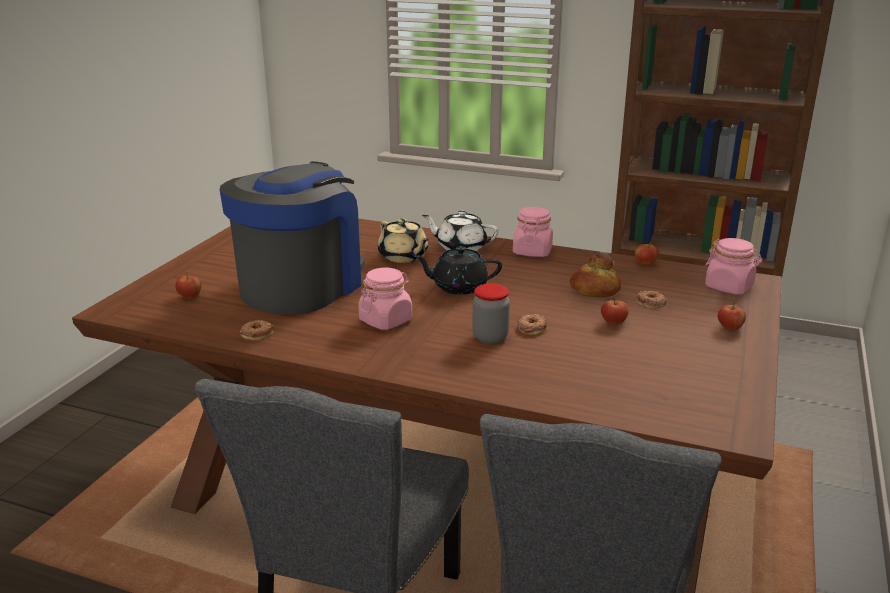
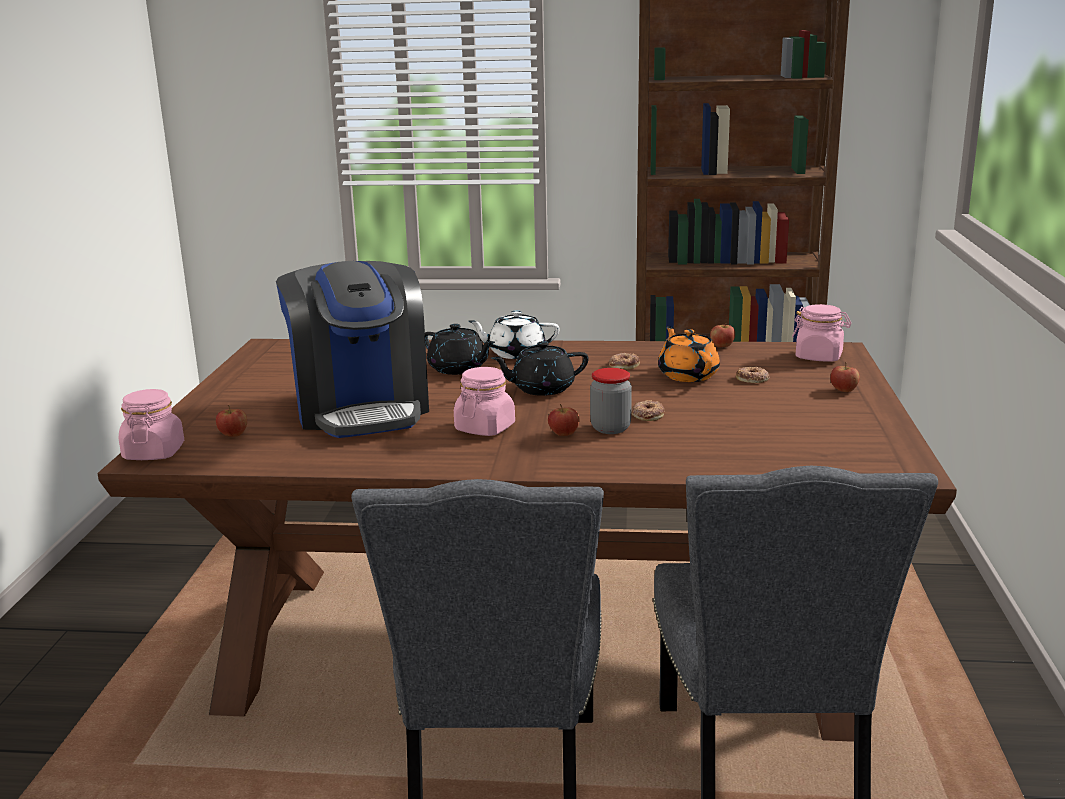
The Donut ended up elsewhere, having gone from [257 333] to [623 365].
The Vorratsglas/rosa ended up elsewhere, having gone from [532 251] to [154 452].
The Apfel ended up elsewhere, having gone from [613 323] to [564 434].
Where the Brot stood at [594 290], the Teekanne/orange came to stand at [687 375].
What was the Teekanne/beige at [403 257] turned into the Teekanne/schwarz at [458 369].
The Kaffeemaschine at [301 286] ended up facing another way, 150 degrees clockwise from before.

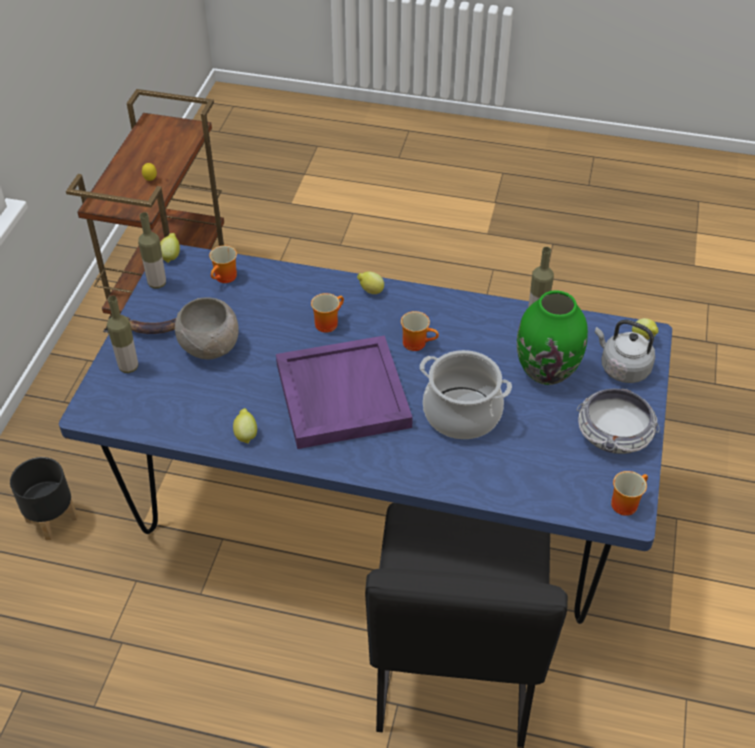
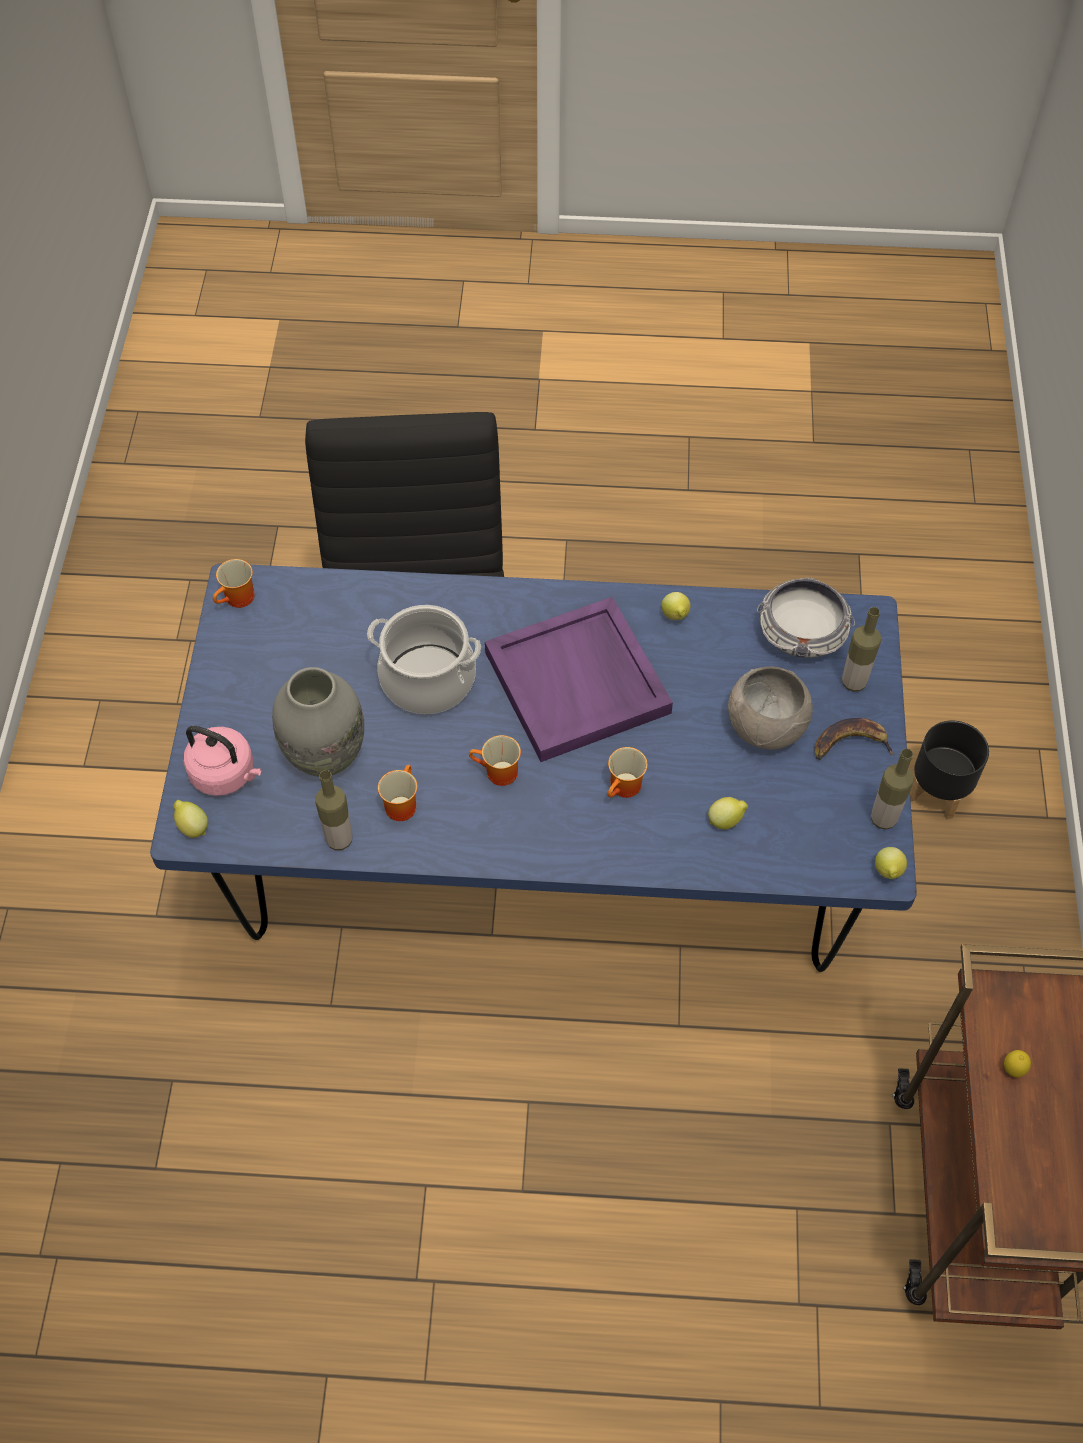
The Henkelbecher ended up elsewhere, having gone from [226 278] to [399 804].
The Zitrone ended up elsewhere, having gone from [370 291] to [726 821].
The Schüssel ended up elsewhere, having gone from [614 433] to [802 631].
What was the Vase/grün at [546 370] turned into the Vase/grau at [325 756].
What was the Wasserkessel/grau at [622 368] turned into the Wasserkessel/rosa at [226 774].

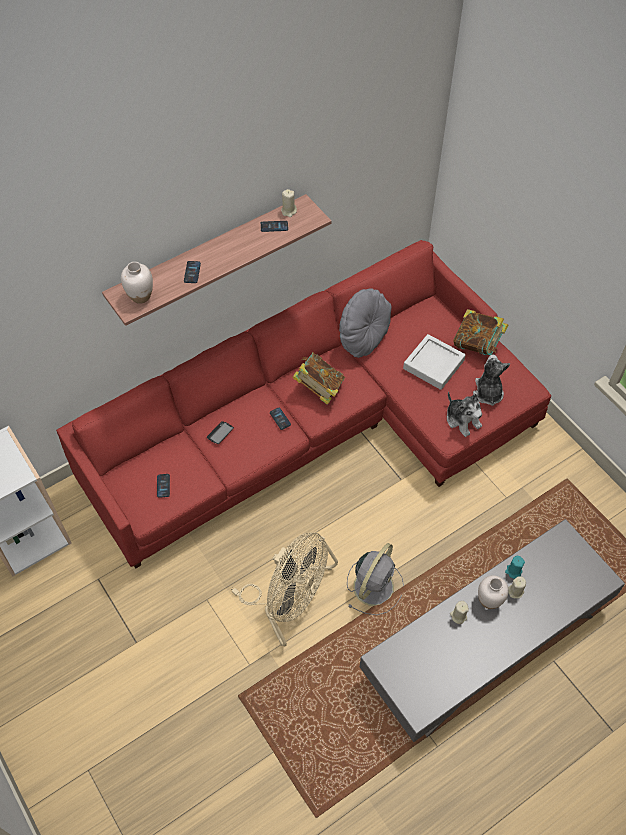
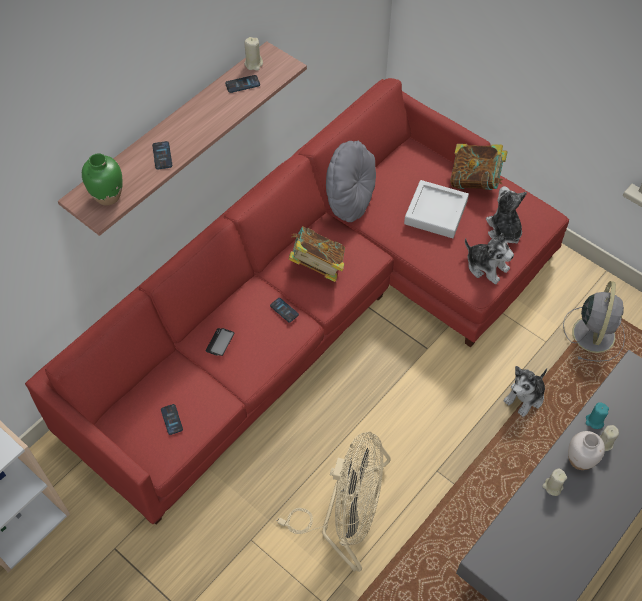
The second view gained the Plüschtier at [525 397].
The Ventilator/grau ended up elsewhere, having gone from [374 585] to [593 333].
What was the Vase/weiß at [140 296] turned into the Vase/grün at [108 196].

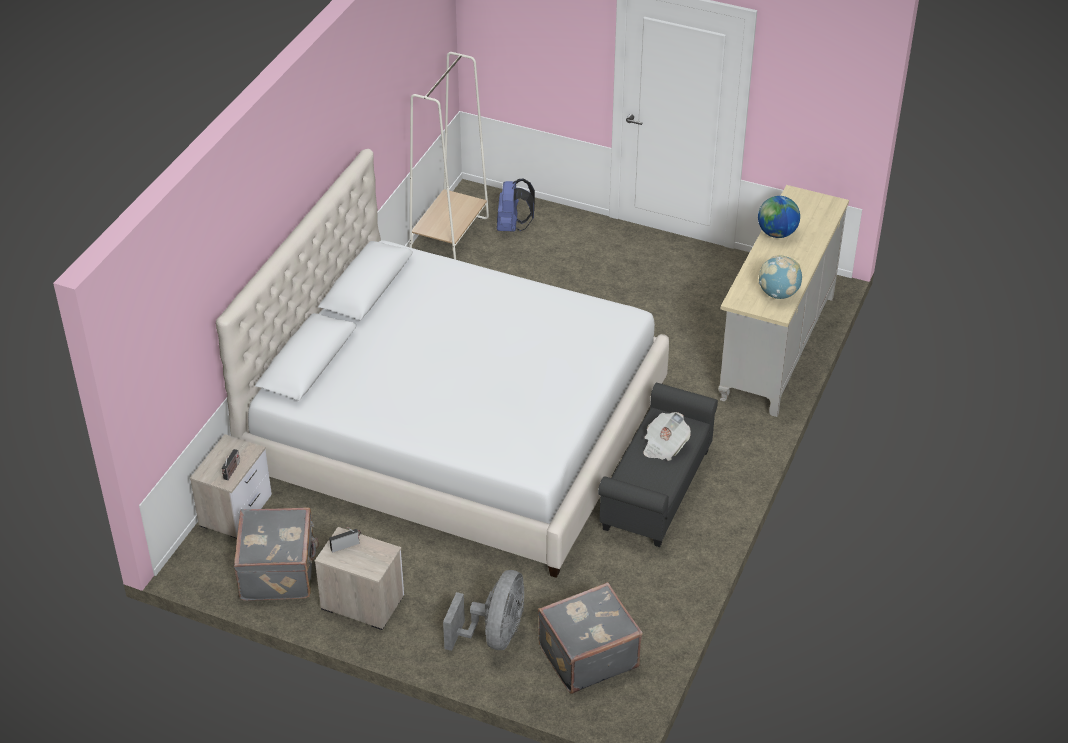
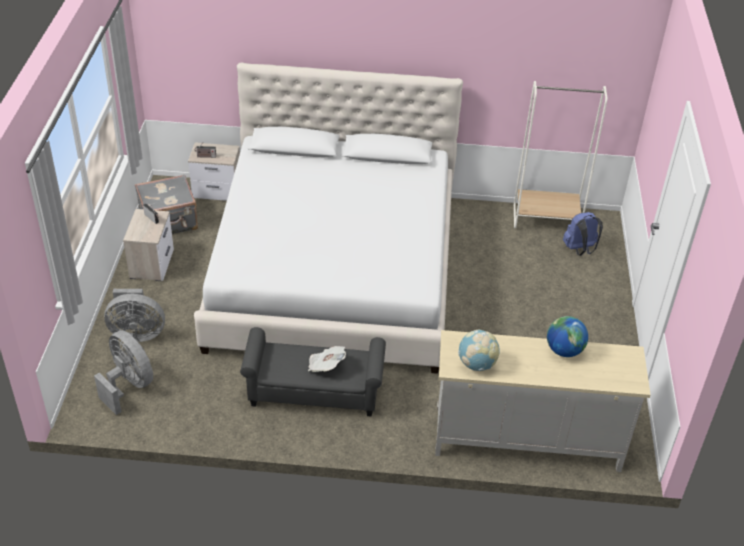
Where the Koffer/grau stood at [587 655], the Ventilator/grau came to stand at [129 385].

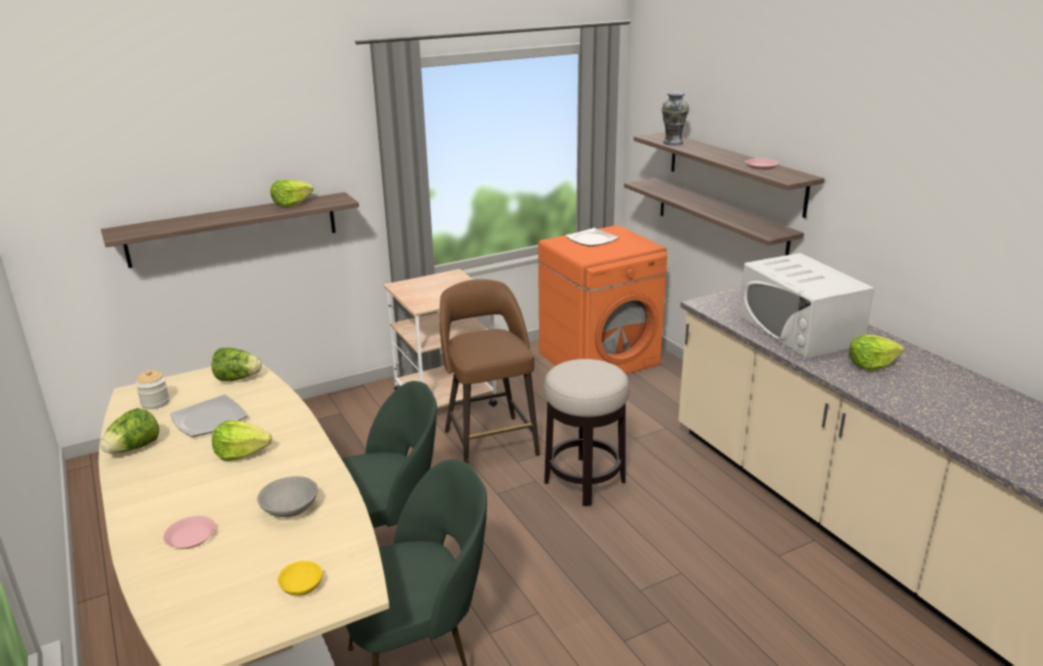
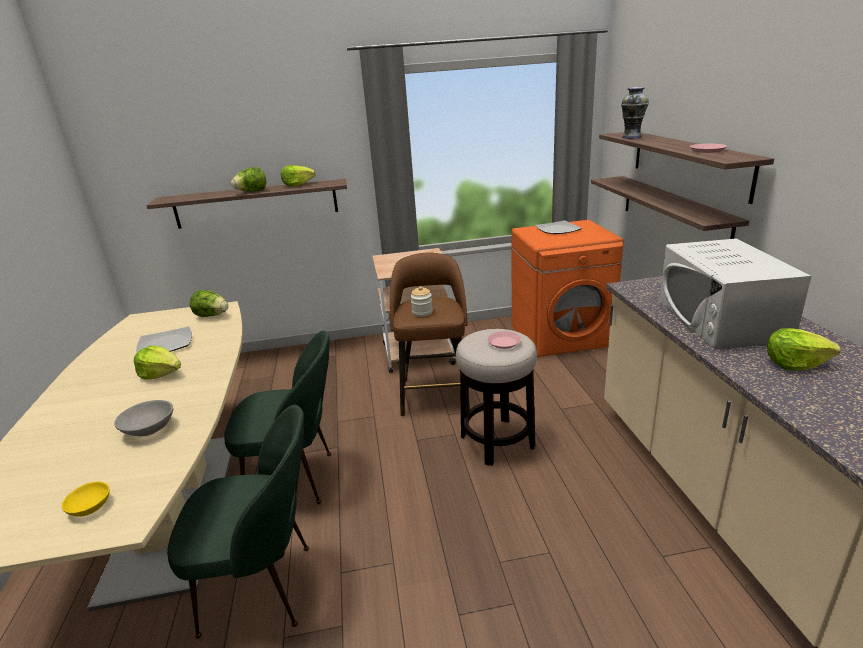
The Salatkopf ended up elsewhere, having gone from [134 448] to [252 192].
The Vorratsglas ended up elsewhere, having gone from [155 403] to [422 312].
The Teller/rosa ended up elsewhere, having gone from [190 536] to [504 342].

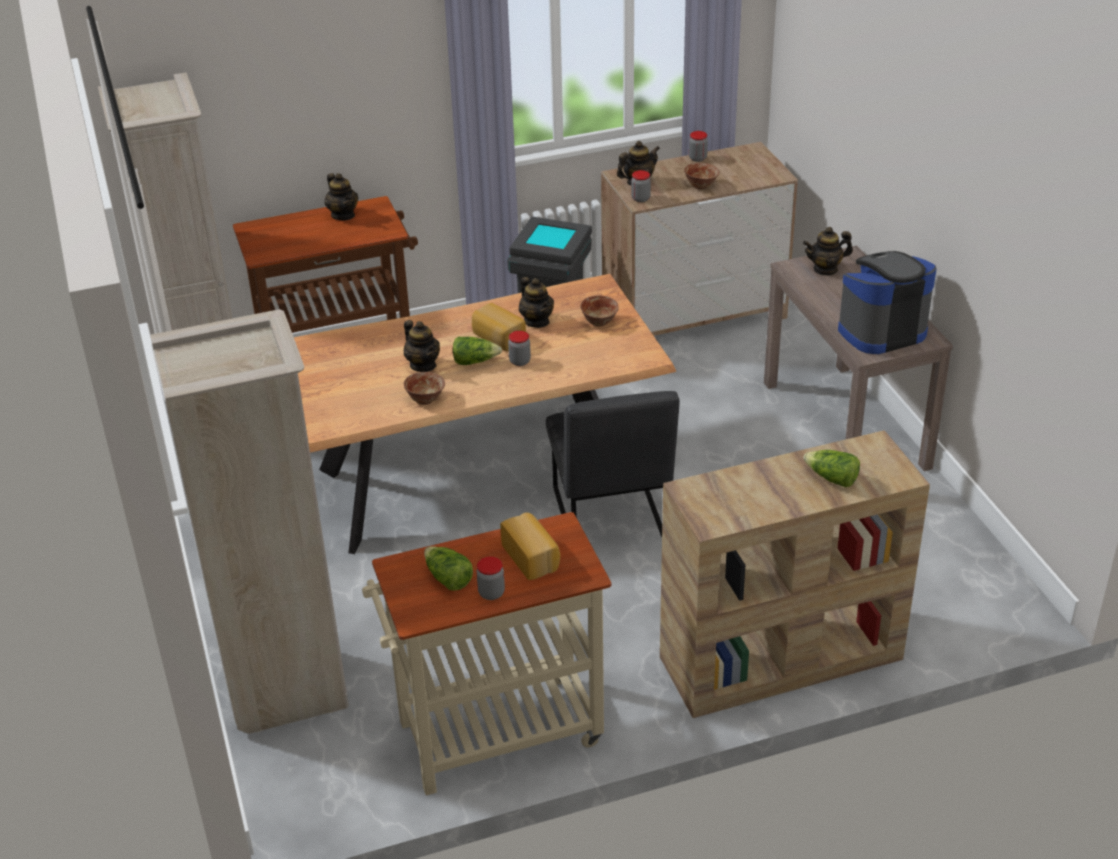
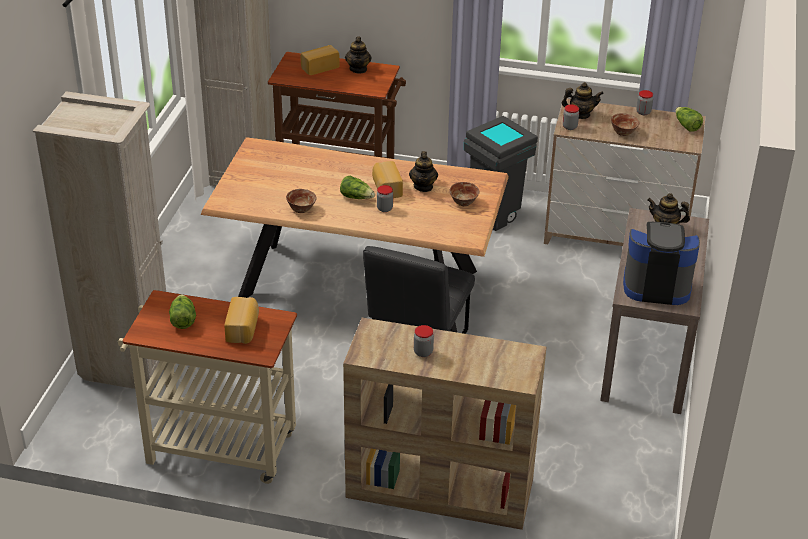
The second view lost the Teekanne at [423 365].
The second view gained the Brot at [319 67].
The Vorratsglas ended up elsewhere, having gone from [491 593] to [423 352].
The Salatkopf ended up elsewhere, having gone from [832 478] to [686 126].

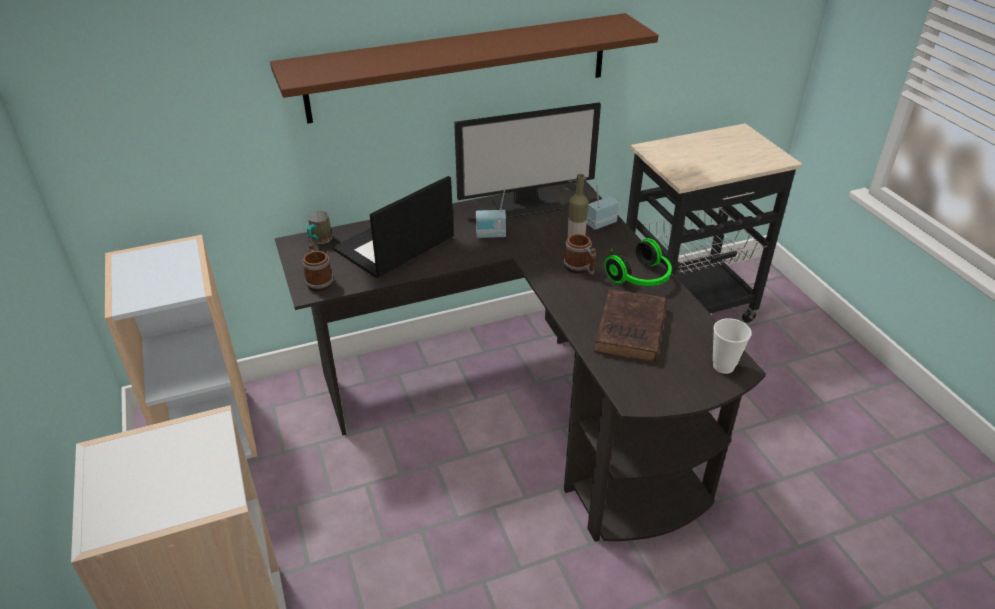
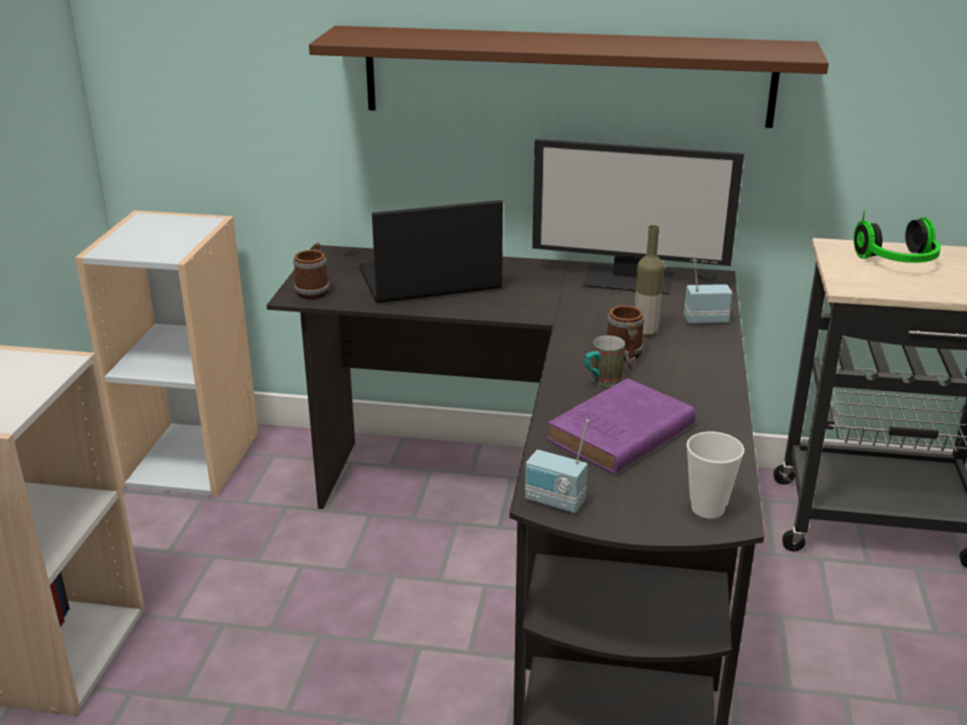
The Henkelbecher ended up elsewhere, having gone from [319 241] to [601 380].
The Radio ended up elsewhere, having gone from [491 235] to [554 502].
The Kopfhörer ended up elsewhere, having gone from [641 278] to [898 262].
What was the Buch/braun at [630 332] turned into the Buch/lila at [618 435].

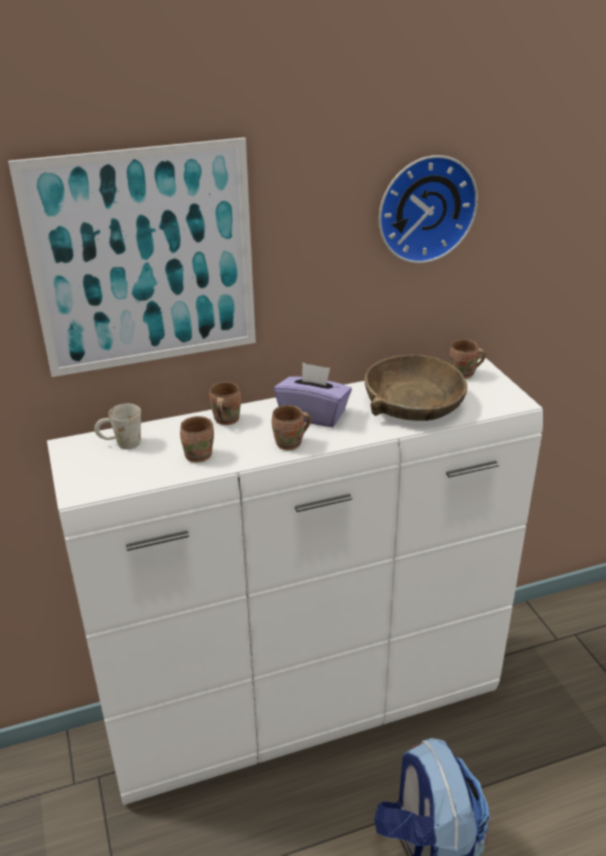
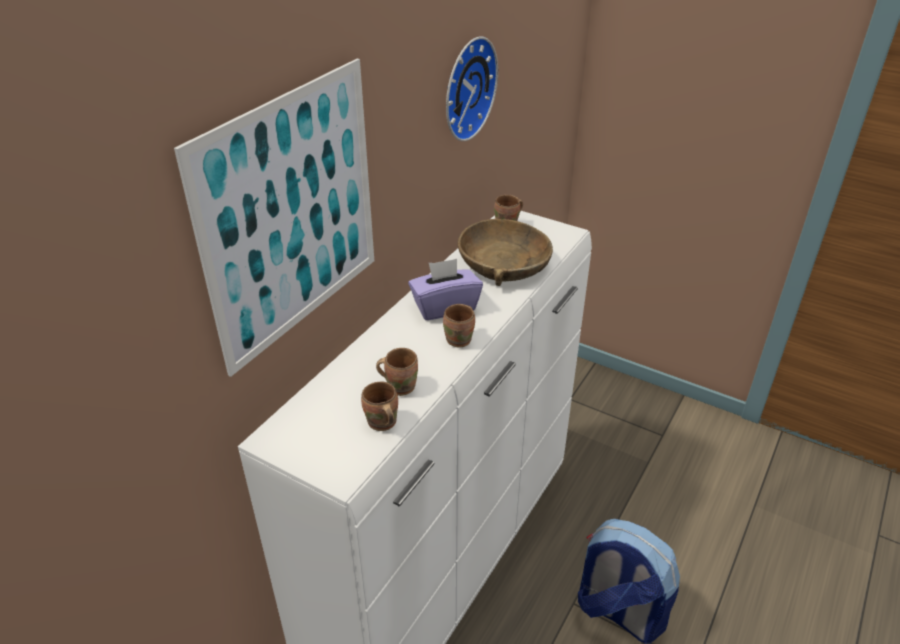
The second view lost the Henkelbecher/weiß at [121 444].
The Henkelbecher/braun ended up elsewhere, having gone from [224 420] to [381 424].

